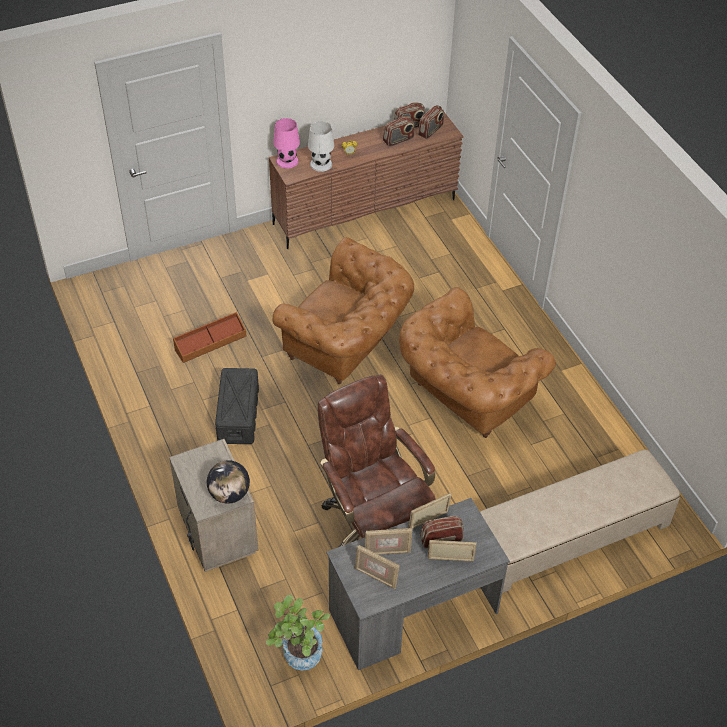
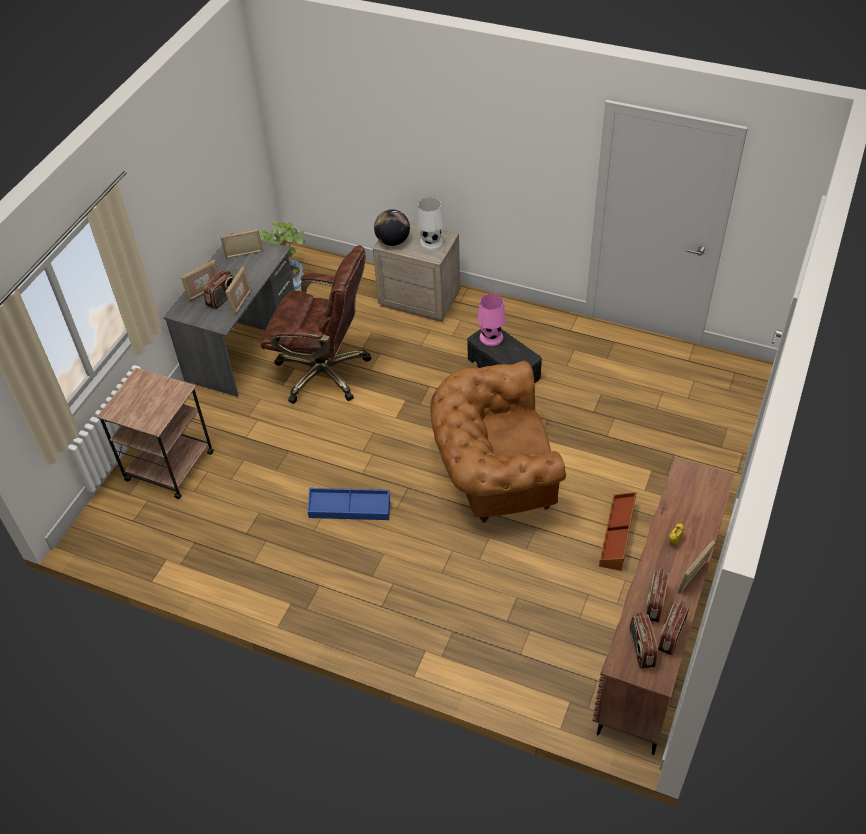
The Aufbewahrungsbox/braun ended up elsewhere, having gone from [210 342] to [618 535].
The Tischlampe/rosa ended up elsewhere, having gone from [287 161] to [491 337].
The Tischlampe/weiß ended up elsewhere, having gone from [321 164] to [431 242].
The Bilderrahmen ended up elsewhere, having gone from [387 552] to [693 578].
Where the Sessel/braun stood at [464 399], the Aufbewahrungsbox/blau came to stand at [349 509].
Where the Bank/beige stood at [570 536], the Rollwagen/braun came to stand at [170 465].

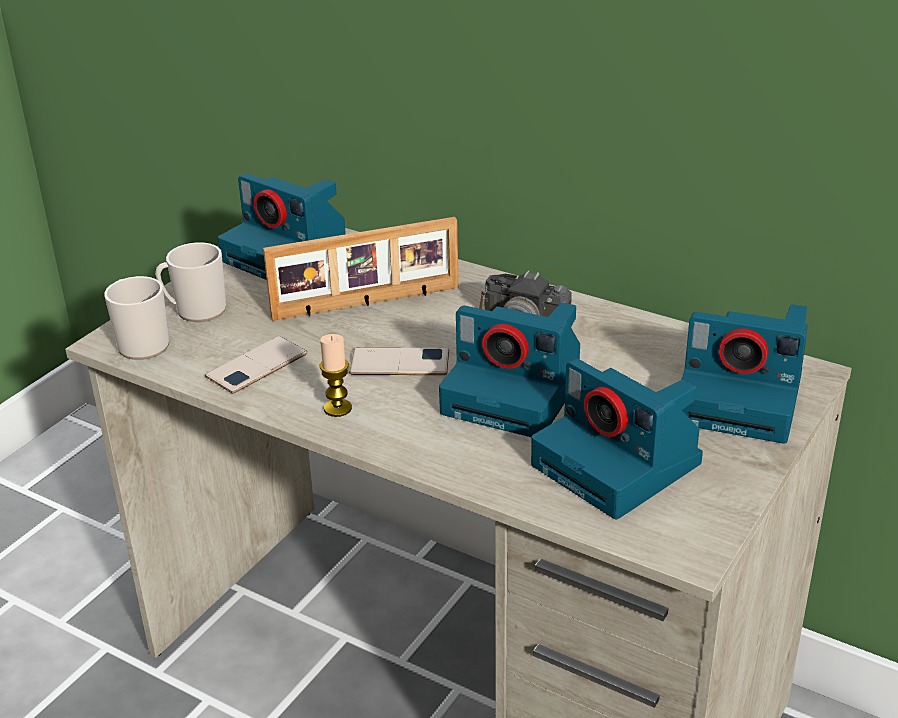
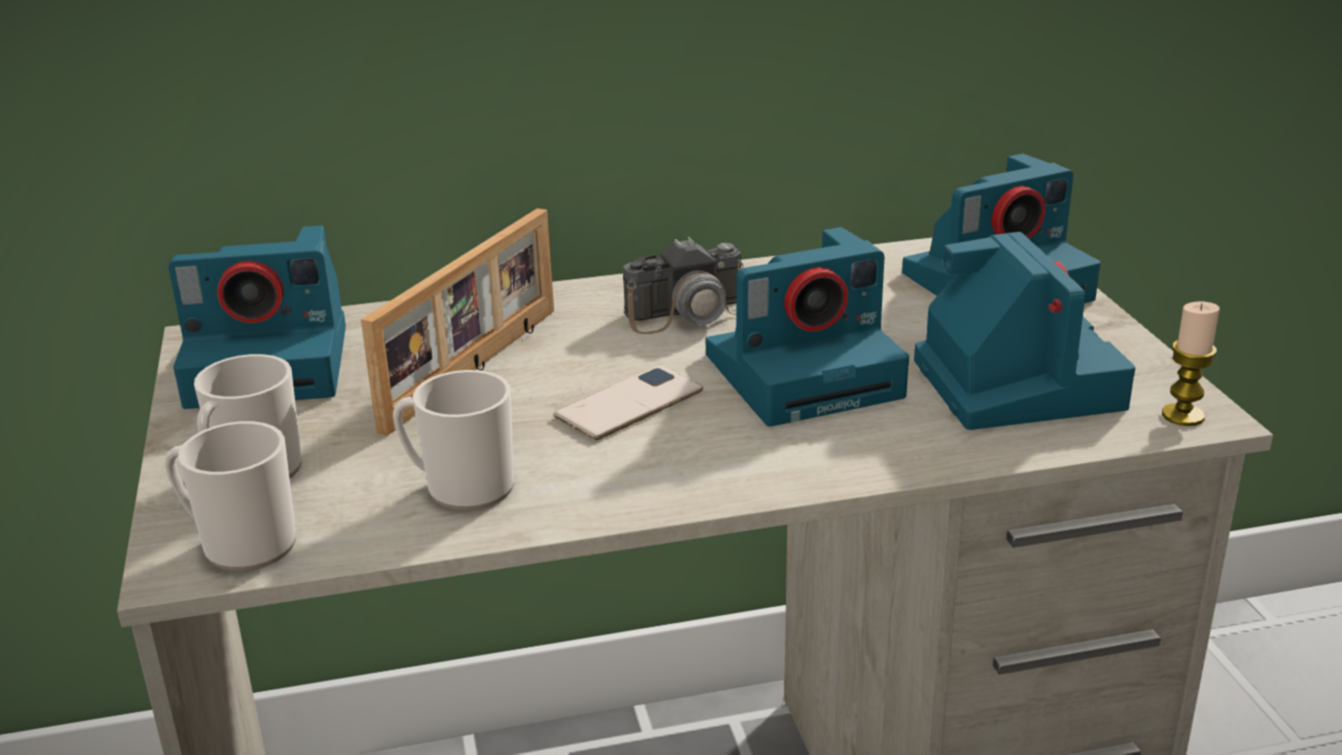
The Kerze ended up elsewhere, having gone from [337 408] to [1183 416].
Where the Handy stood at [257 365], the Henkelbecher came to stand at [460 488].
The Kamera at [620 465] ended up facing another way, 105 degrees counterclockwise from before.

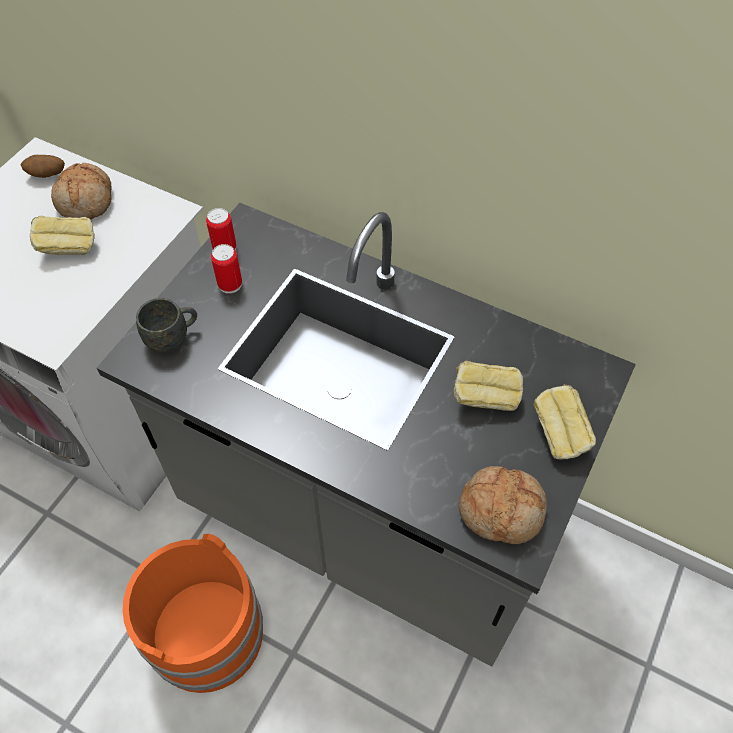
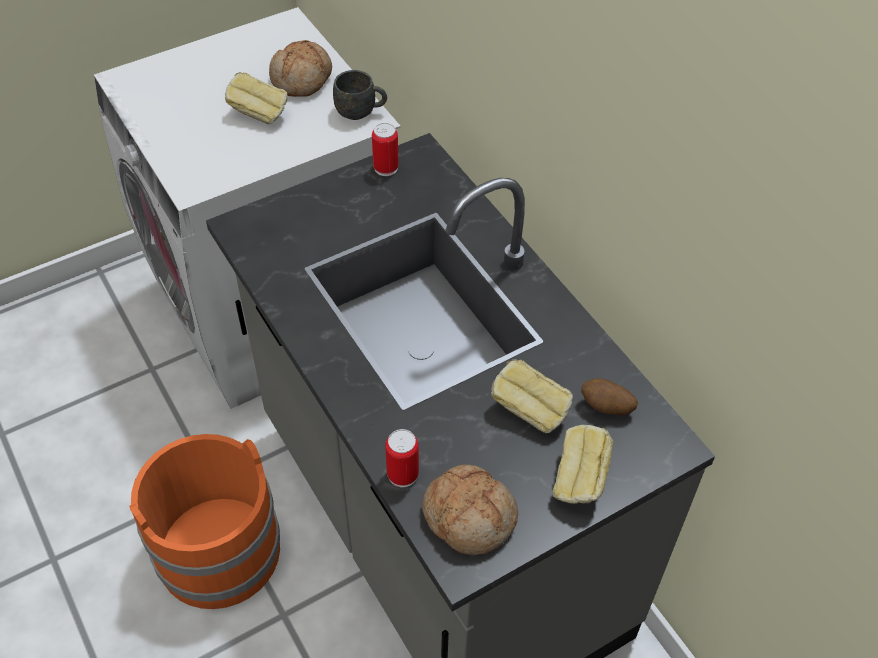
The Kartoffel ended up elsewhere, having gone from [47 175] to [606 407].
The Henkelbecher/grau ended up elsewhere, having gone from [173 337] to [361 112].
The Dose ended up elsewhere, having gone from [230 284] to [402 474].

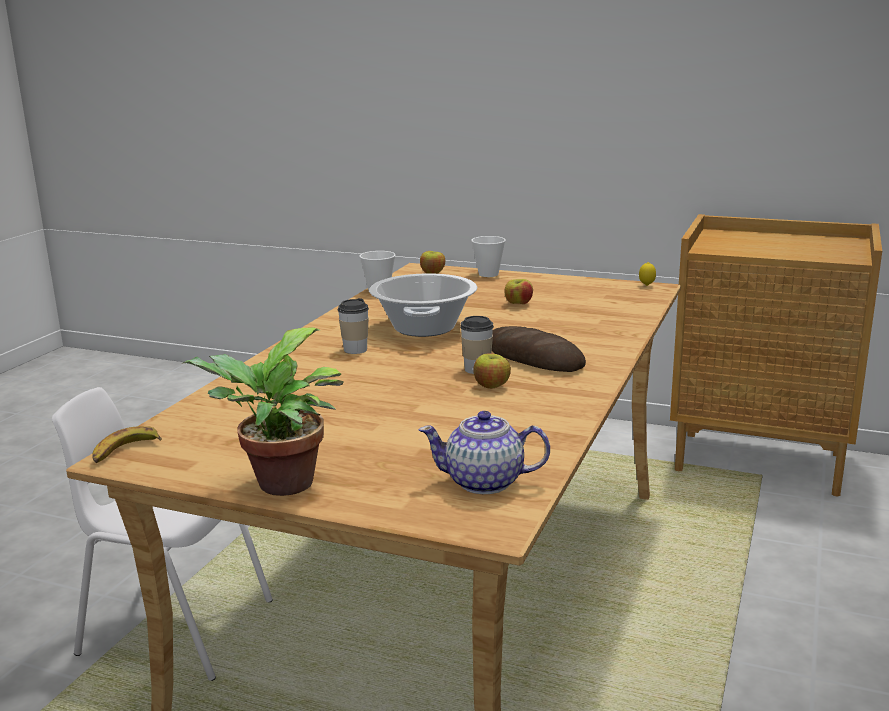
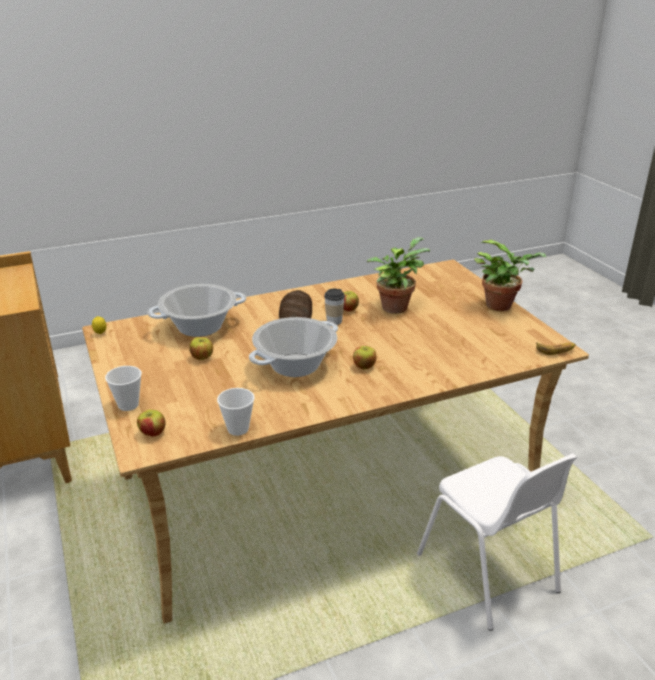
The second view lost the Teekanne at [485 482].
The second view gained the Kochtopf at [199 327].
The second view gained the Topfpflanze at [395 306].
Where the Tasse stood at [355 350], the Apfel came to stand at [364 366].

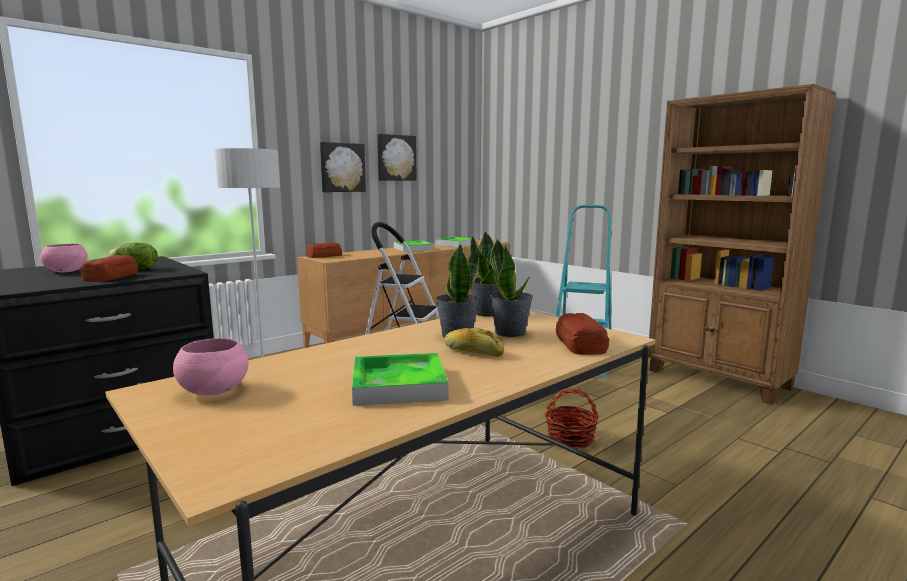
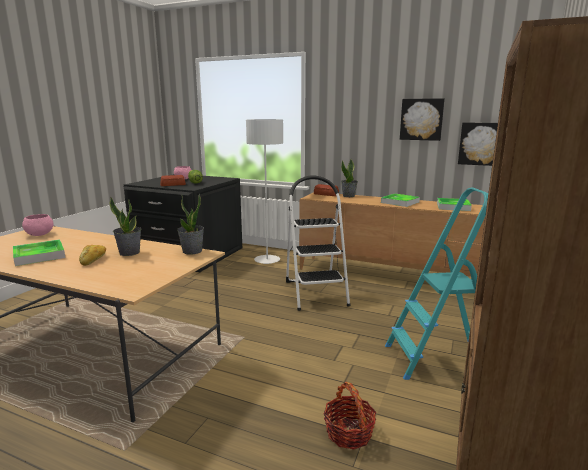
The second view lost the Brot at [581 344].
The Bild ended up elsewhere, having gone from [342 167] to [482 144].
The Topfpflanze ended up elsewhere, having gone from [510 332] to [348 196].
The Korb ended up elsewhere, having gone from [570 439] to [349 433].

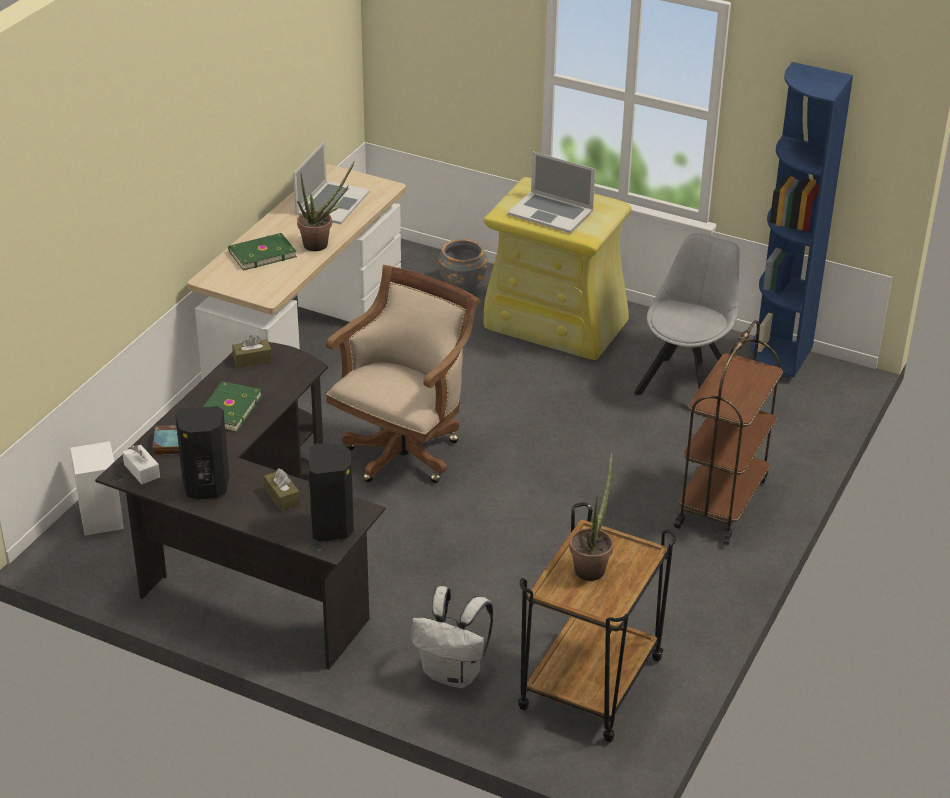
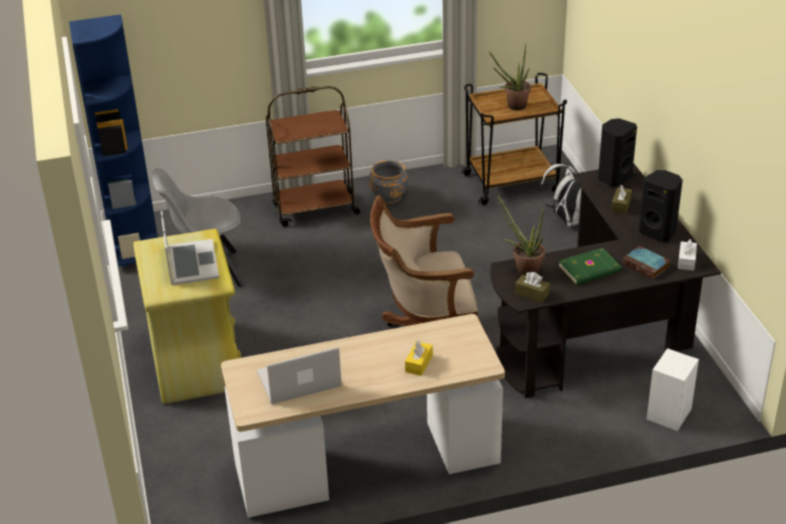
The Topfpflanze ended up elsewhere, having gone from [321 244] to [523 270].
The Pflanzkübel/grau ended up elsewhere, having gone from [462 284] to [388 196].
Where the Buch/grün stood at [261 254], the Taschentuchbox/gelb came to stand at [419 364].

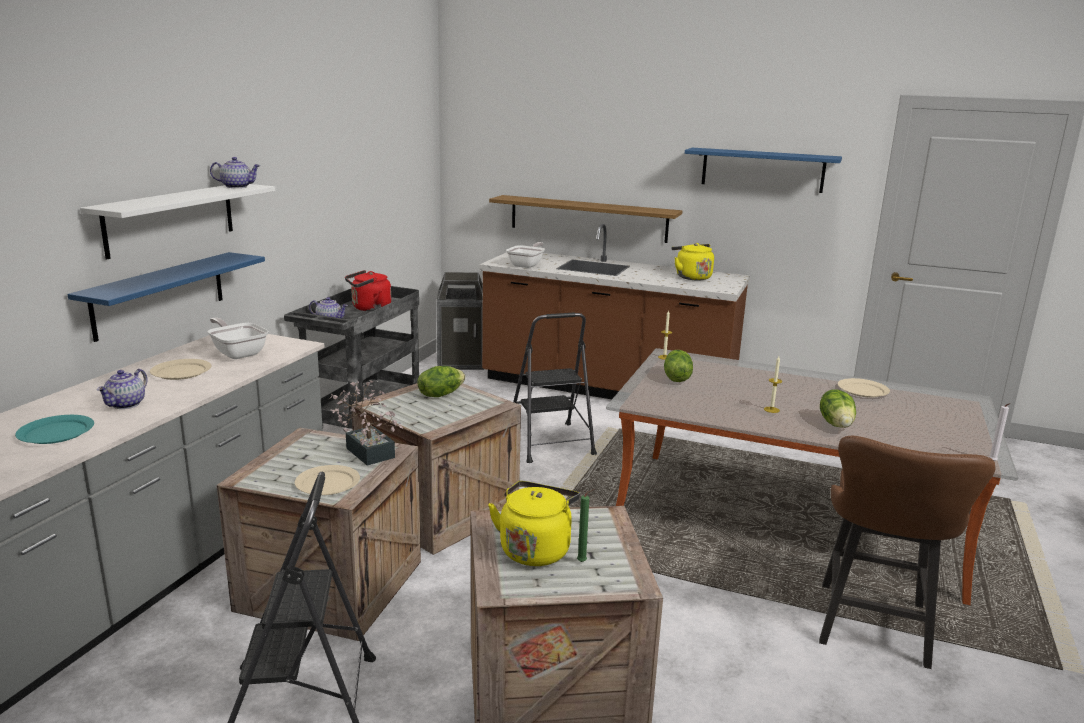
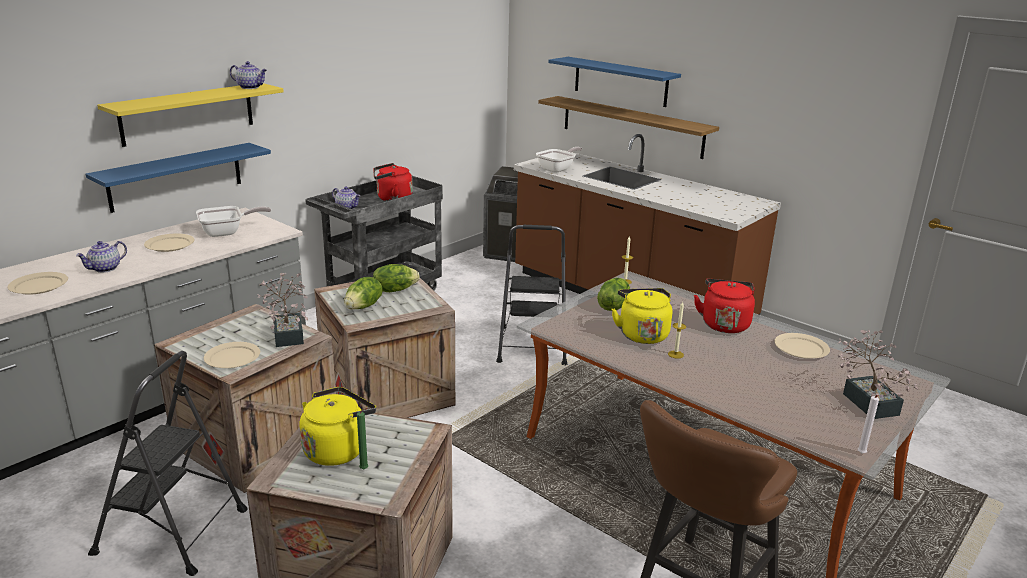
The second view gained the Wasserkessel/rot at [724 324].
The second view gained the Topfpflanze at [867 400].
The Wasserkessel/gelb ended up elsewhere, having gone from [691 277] to [642 334].
The Wandregal/blau ended up elsewhere, having gone from [762 170] to [620 81].
The Salatkopf ended up elsewhere, having gone from [837 424] to [364 306].
What was the Teller/türkis at [56 433] turned into the Teller/beige at [38 286].
What was the Wandregal/weiß at [171 219] turned into the Wandregal/gelb at [188 113].
The Pfanne at [238 353] ended up facing another way, 90 degrees clockwise from before.

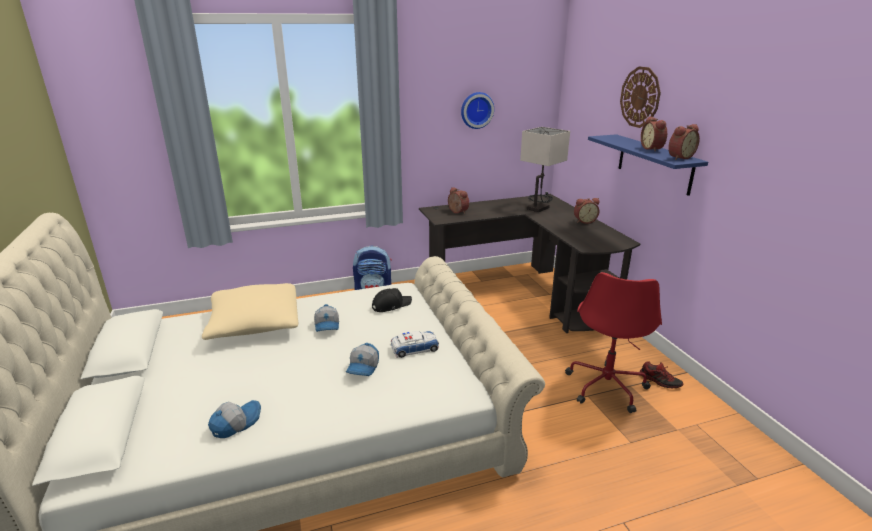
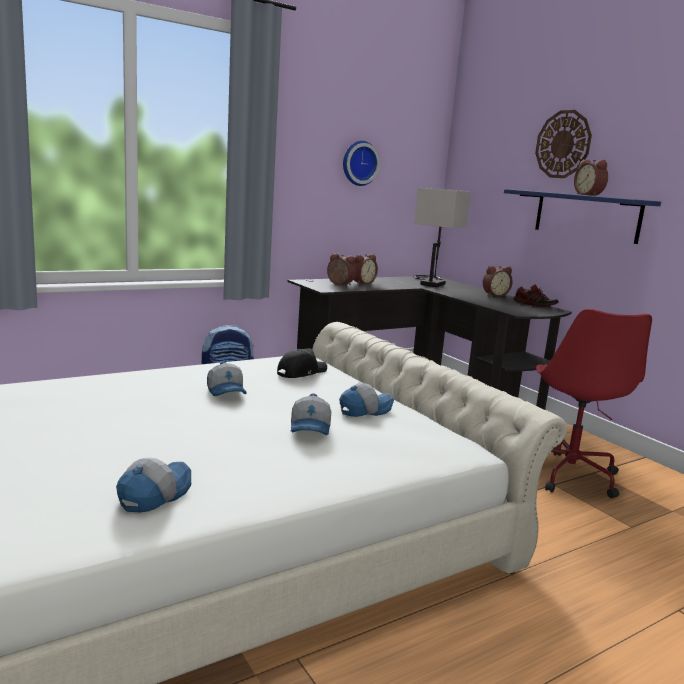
The second view lost the Kissen/beige at [255 323].
The Schuh ended up elsewhere, having gone from [660 381] to [534 304].
The Wecker ended up elsewhere, having gone from [679 157] to [362 283].
Where the Spielzeugauto stood at [414 348], the Kappe came to stand at [364 410].

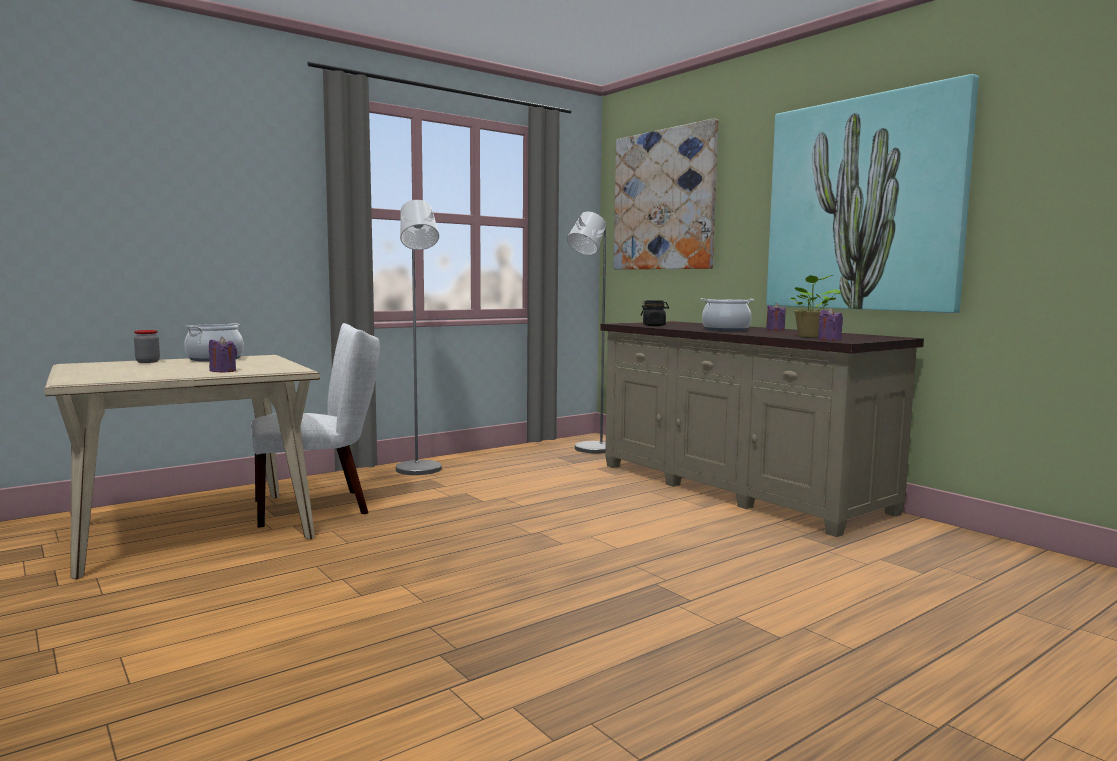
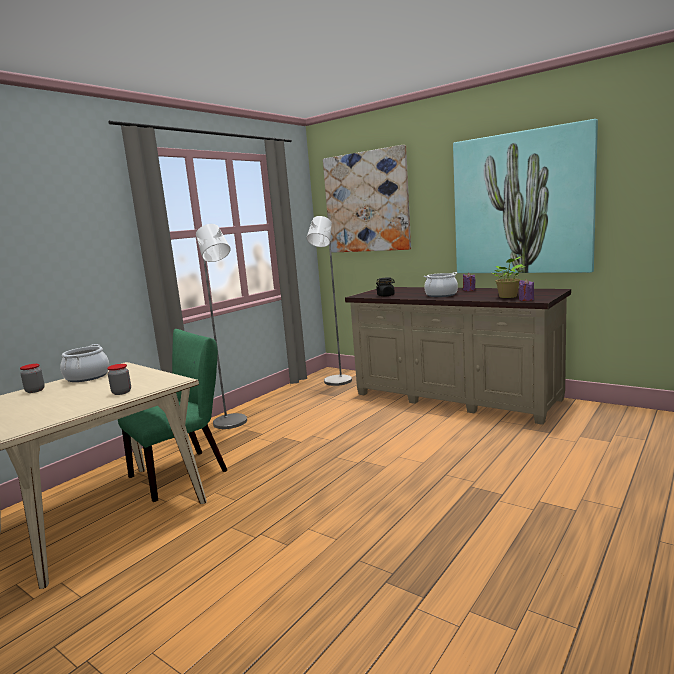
Where the Kerze/lila stood at [223 371], the Vorratsglas came to stand at [121 392].
What was the Stuhl/weiß at [319 506] turned into the Stuhl/grün at [184 472].

